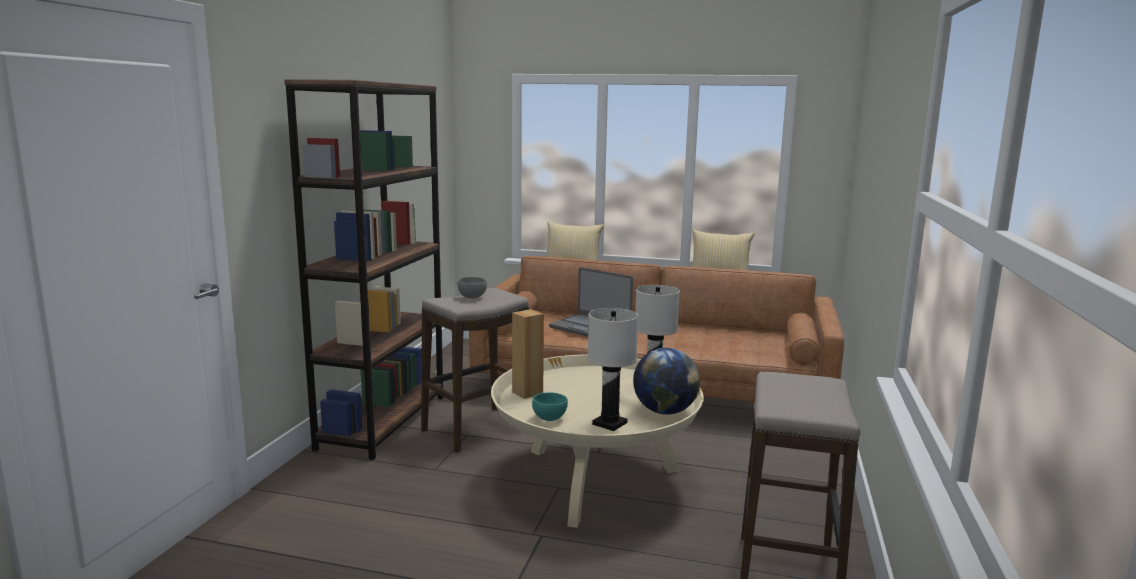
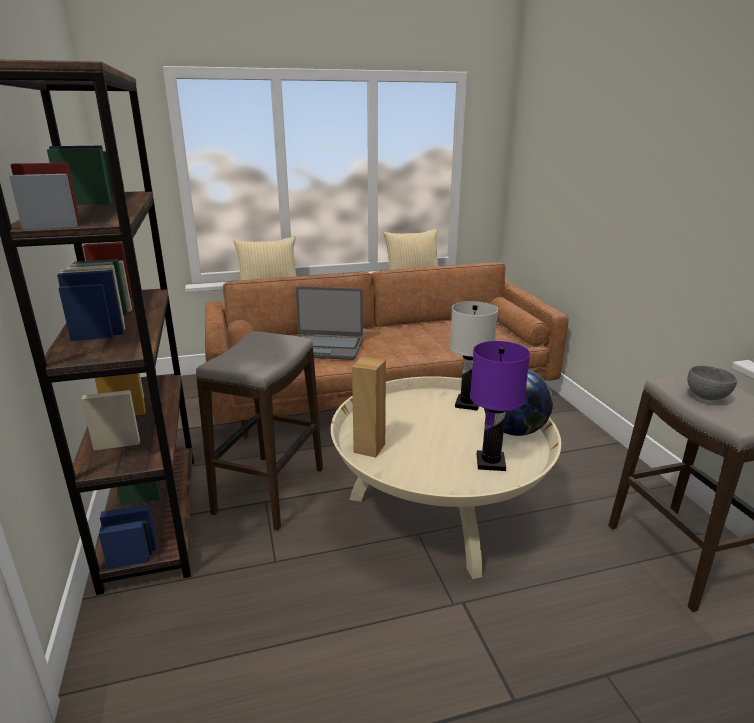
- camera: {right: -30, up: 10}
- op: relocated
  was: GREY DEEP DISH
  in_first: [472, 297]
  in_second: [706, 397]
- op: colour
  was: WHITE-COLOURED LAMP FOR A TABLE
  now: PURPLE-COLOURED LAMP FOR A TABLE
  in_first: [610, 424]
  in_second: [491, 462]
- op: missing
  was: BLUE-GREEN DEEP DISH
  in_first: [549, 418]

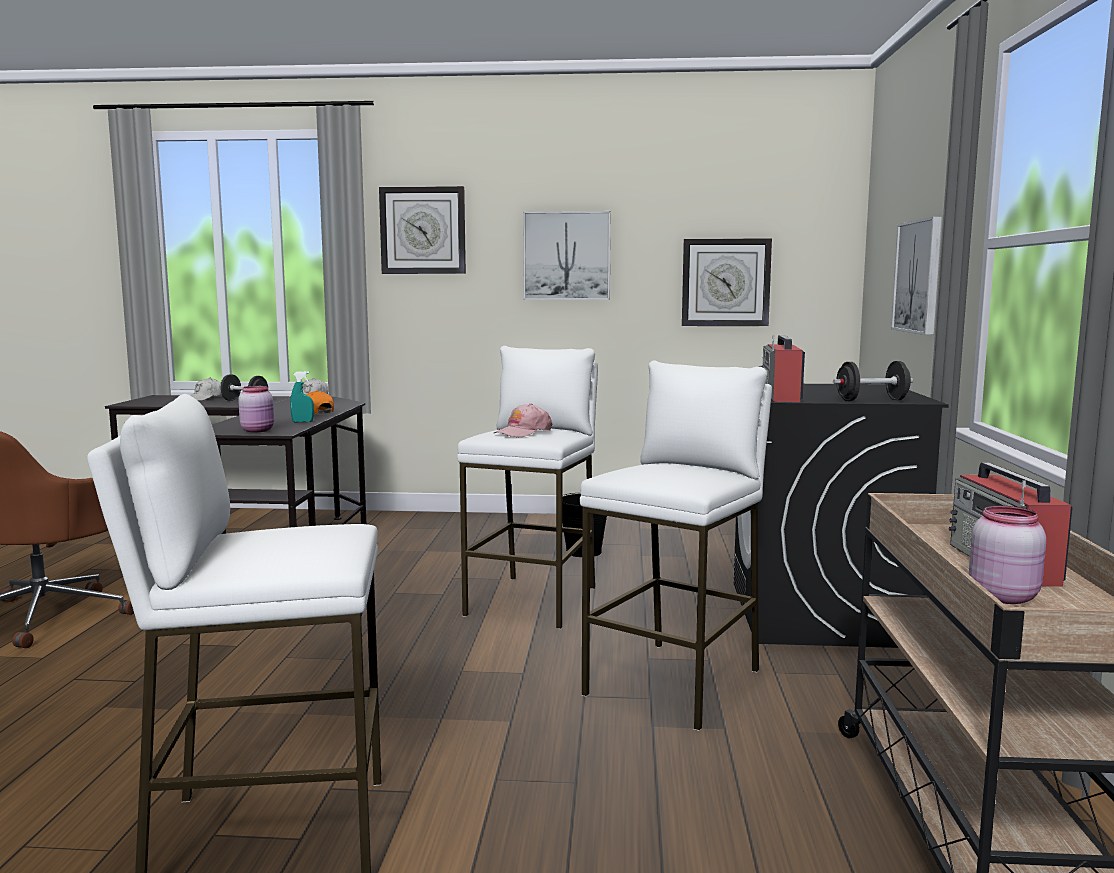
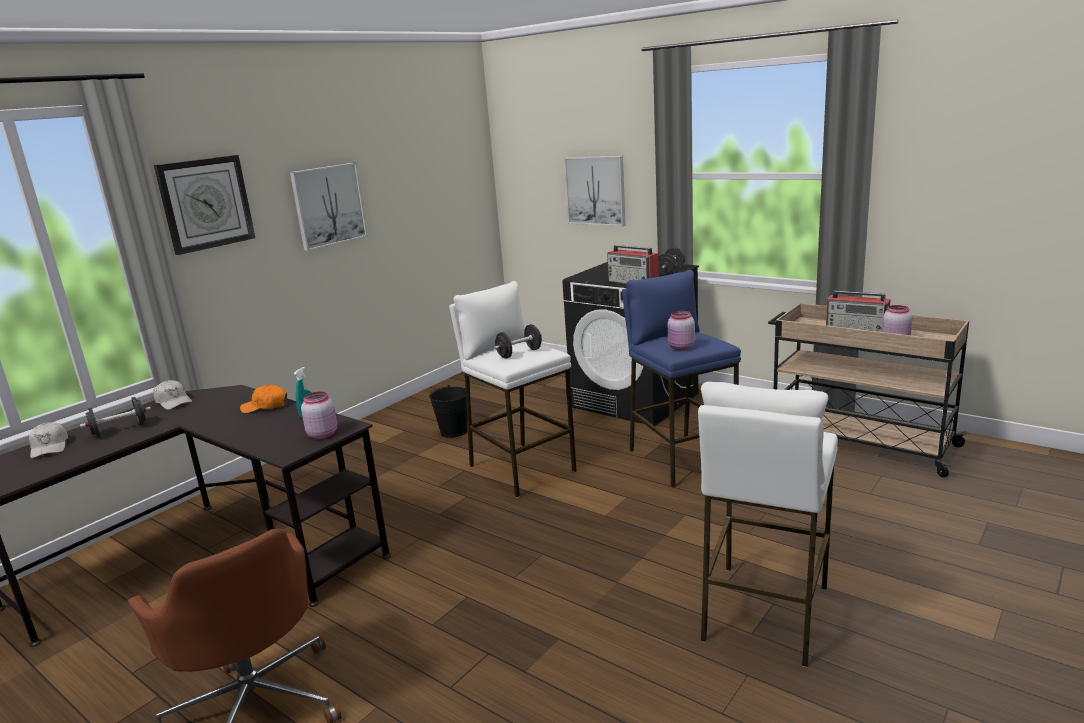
- camera: {right: -55, up: 10}
- op: missing
  was: WALL CLOCK
  in_first: [725, 282]
- op: colour
  was: WHITE-COLOURED SITTING STOOL
  now: BLUISH SITTING STOOL
  in_first: [676, 682]
  in_second: [681, 459]
- op: exchanged
  was: PINK-COLOURED BASEBALL CAP
  now: BLACKISH DUMBBELL
  in_first: [523, 432]
  in_second: [519, 353]
- op: appeared
  now: PINK-COLOURED PRESERVE JAR
  in_second: [681, 348]

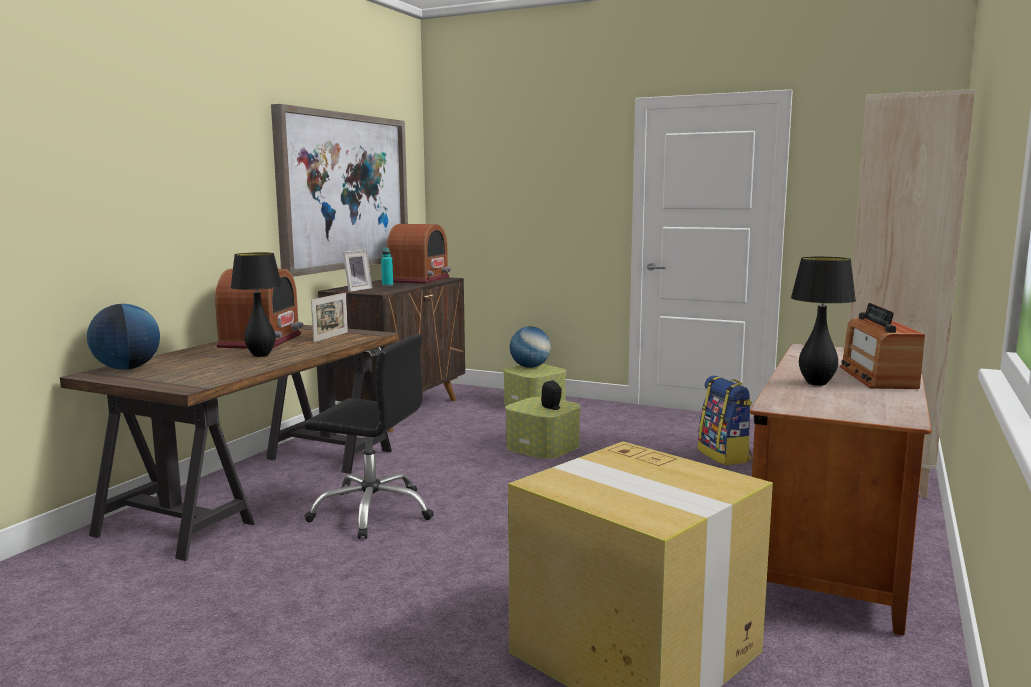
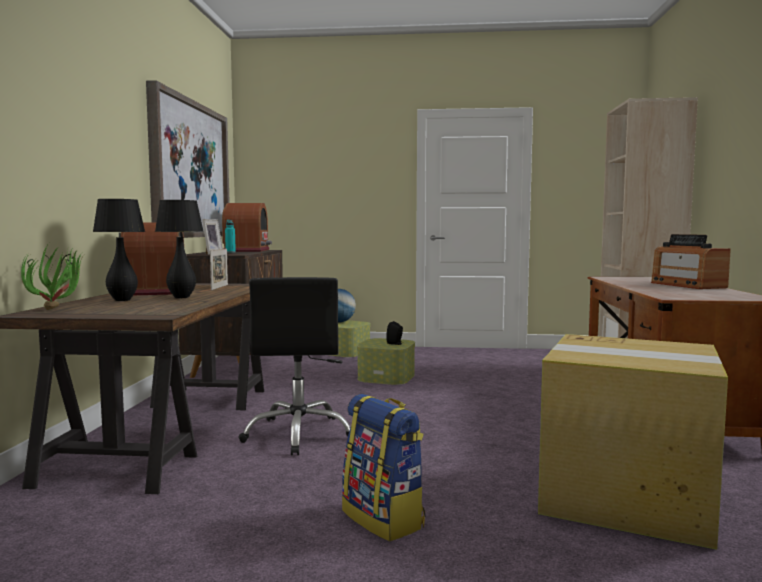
- camera: {right: -20, up: -5}
- op: relocated
  was: BLACKISH LAMP FOR A TABLE
  in_first: [816, 383]
  in_second: [122, 300]
- op: exchanged
  was: WORLD GLOBE
  now: PLANT IN A POT
  in_first: [127, 368]
  in_second: [59, 309]
- op: spun
  was: BLACKISH DESK CHAIR
  in_first: [372, 511]
  in_second: [299, 434]
  clockwise: 90
- op: relocated
  was: BACKPACK
  in_first: [724, 456]
  in_second: [384, 519]

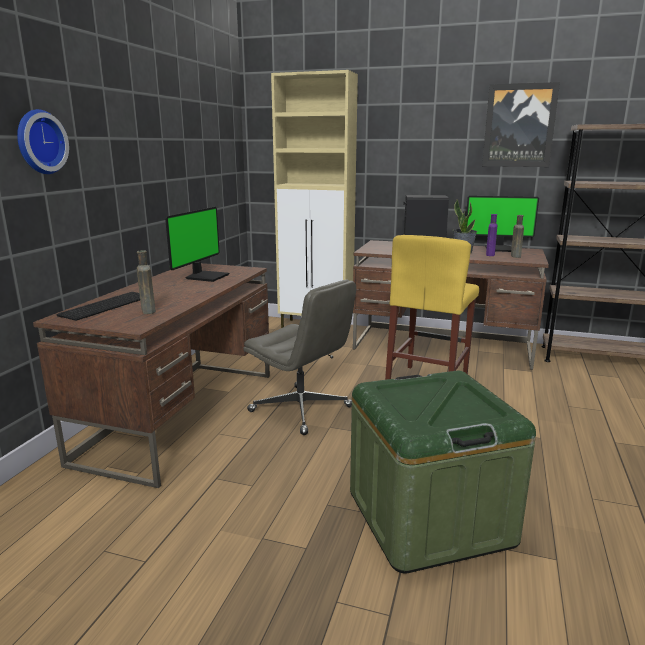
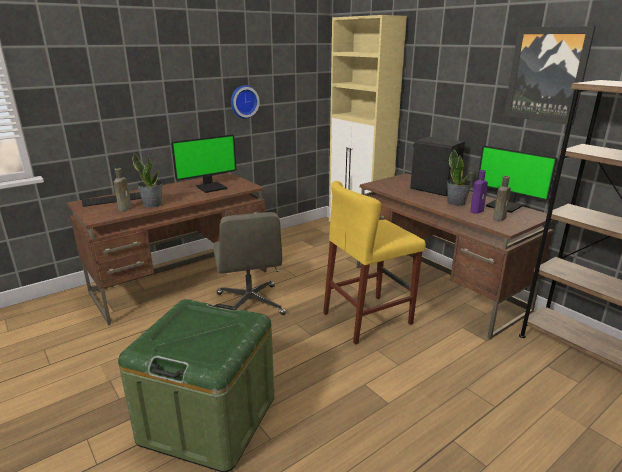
- camera: {right: 35, up: 5}
- op: relocated
  was: WALL CLOCK
  in_first: [39, 142]
  in_second: [243, 101]
- op: appeared
  now: PLANT IN A POT
  in_second: [153, 204]

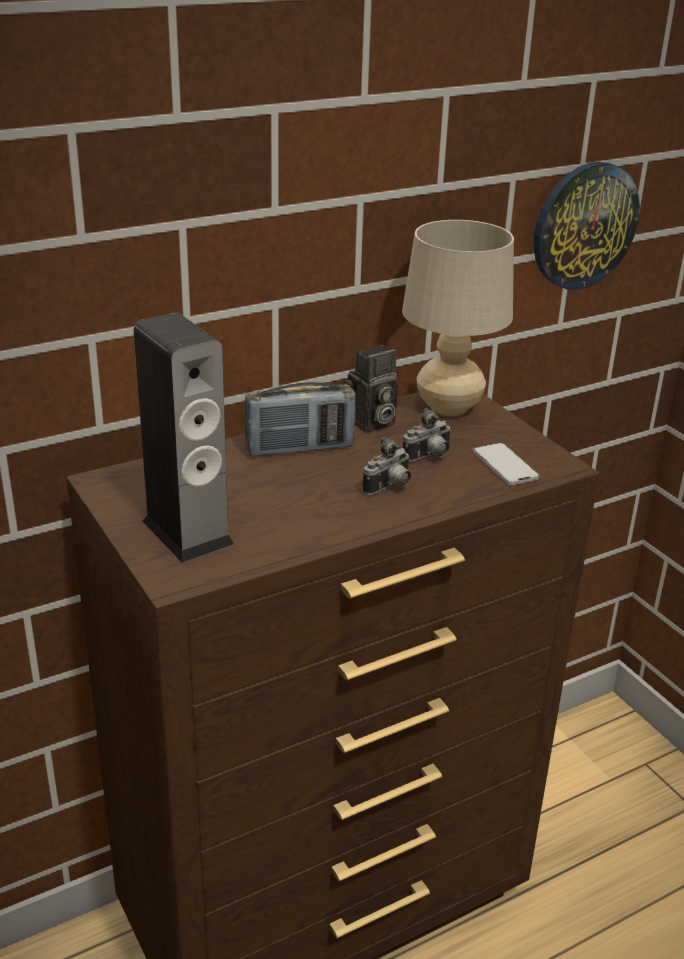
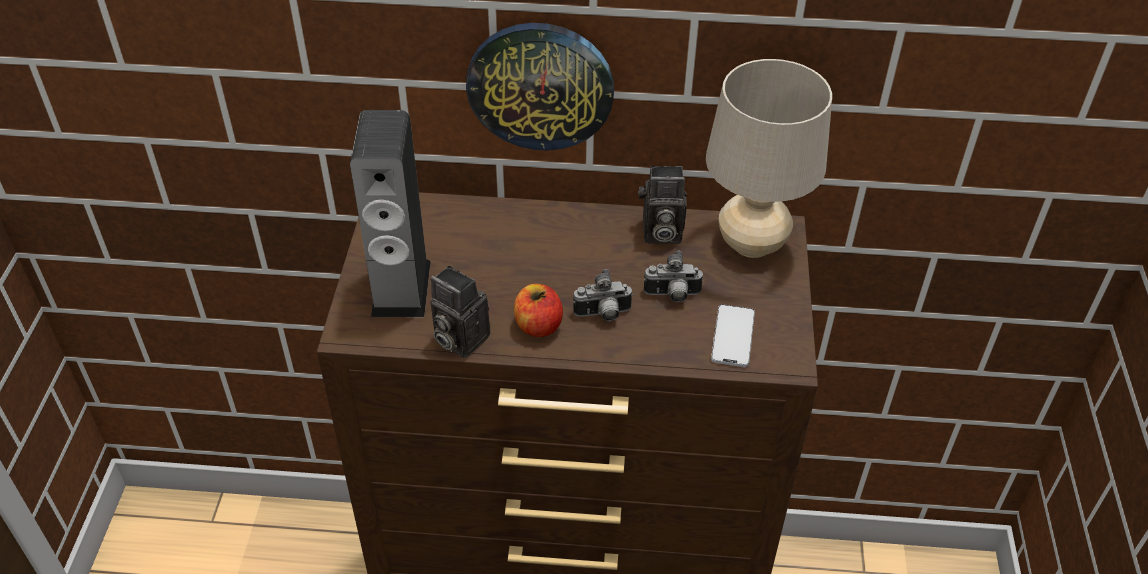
- camera: {right: 35, up: 15}
- op: relocated
  was: WALL CLOCK
  in_first: [584, 225]
  in_second: [540, 85]
- op: missing
  was: RADIO RECEIVER
  in_first: [299, 448]
- op: appeared
  now: PHOTO CAMERA
  in_second: [458, 338]
- op: appeared
  now: WHOLE APPLE
  in_second: [538, 325]

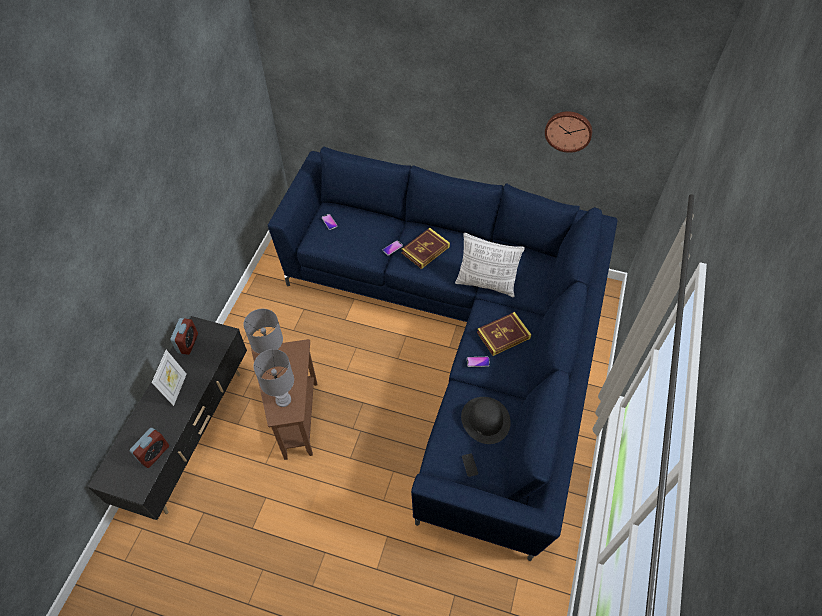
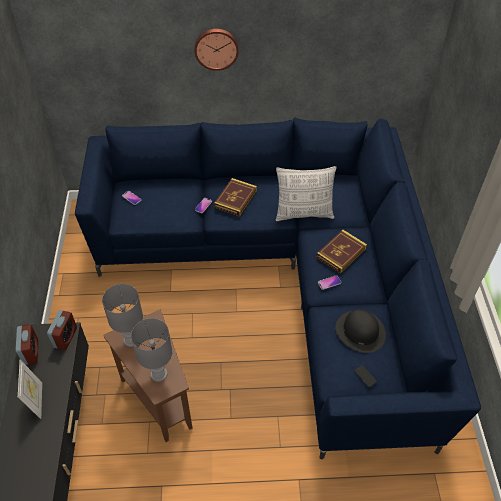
- camera: {right: -20, up: -5}
- op: relocated
  was: WALL CLOCK
  in_first: [568, 130]
  in_second: [216, 48]
- op: relocated
  was: BEDSIDE CLOCK
  in_first: [154, 453]
  in_second: [65, 337]

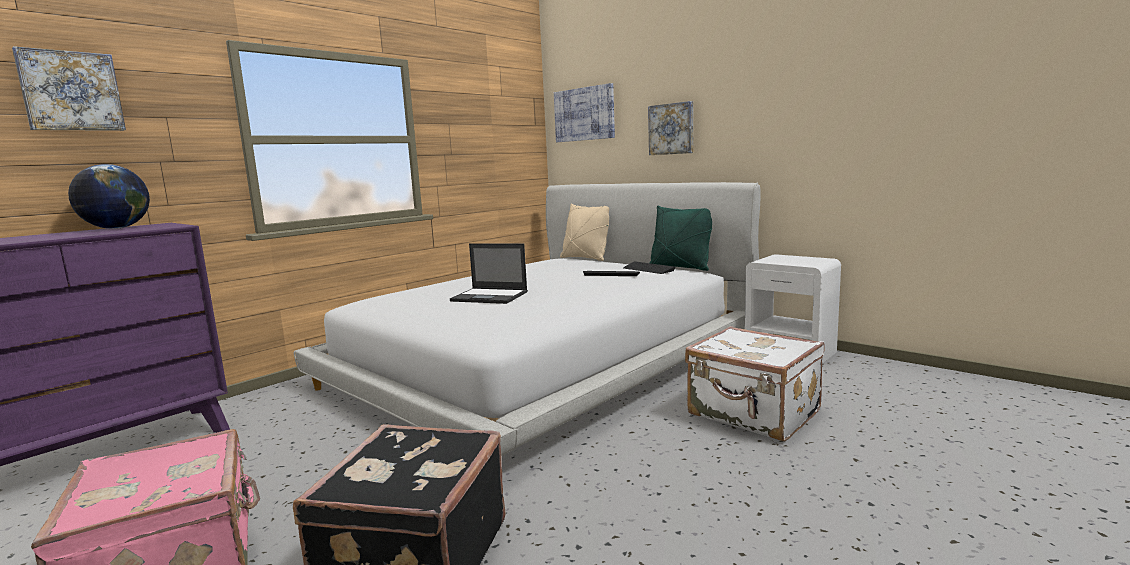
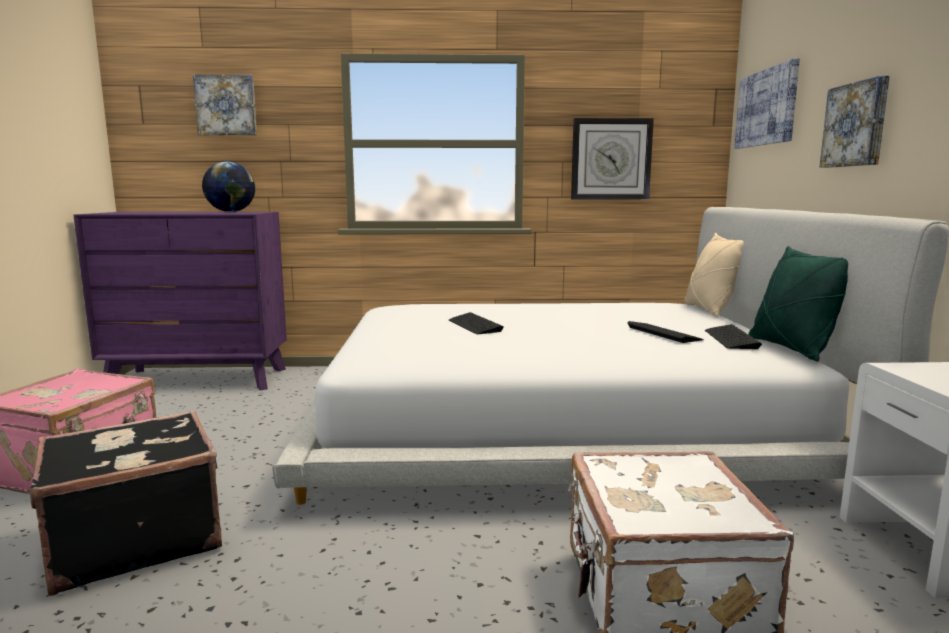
- camera: {right: 45, up: 0}
- op: exchanged
  was: LAPTOP
  now: KEYBOARD
  in_first: [490, 296]
  in_second: [474, 325]
- op: appeared
  now: WALL CLOCK
  in_second: [611, 159]

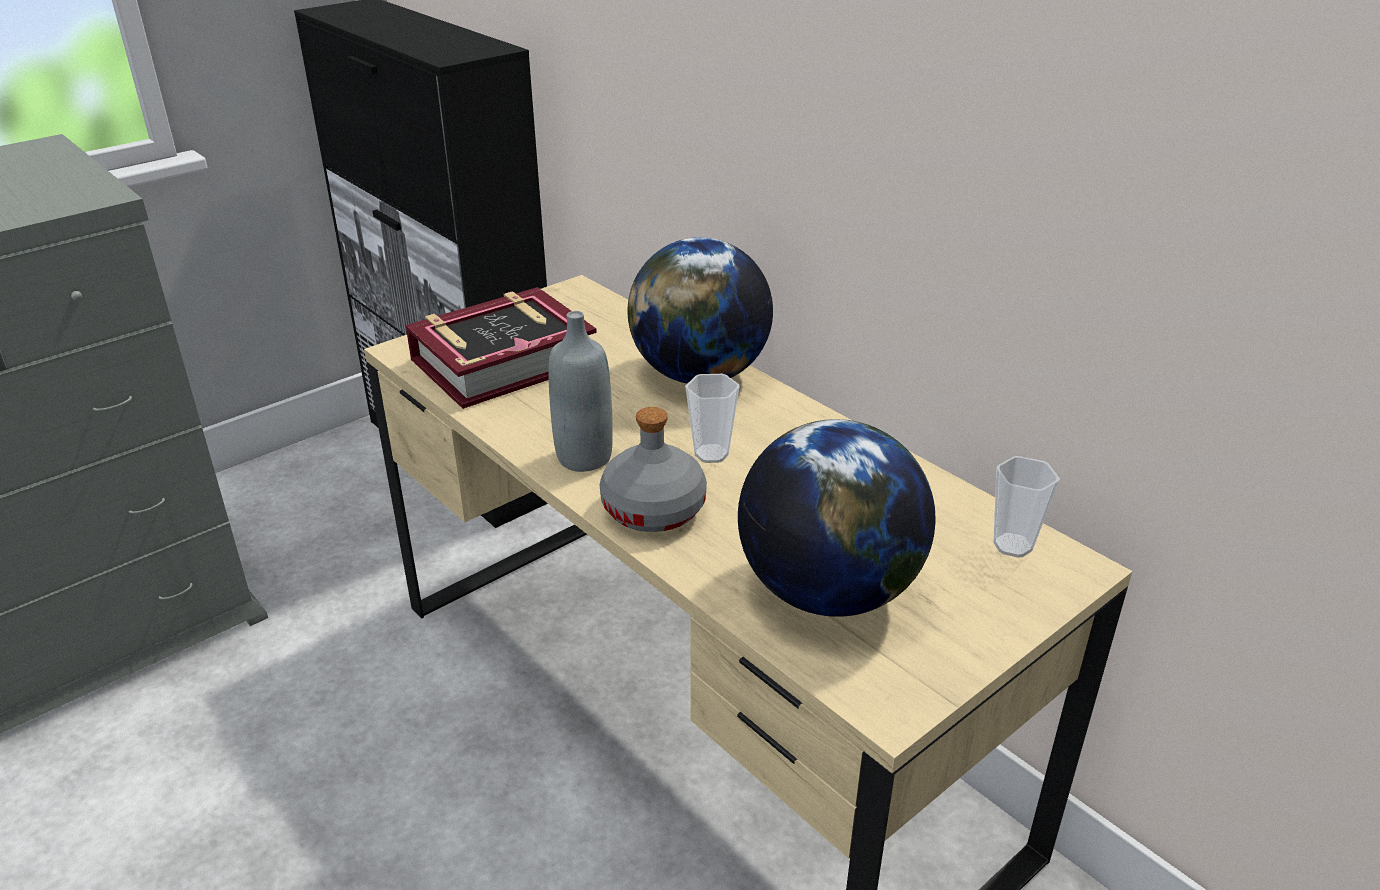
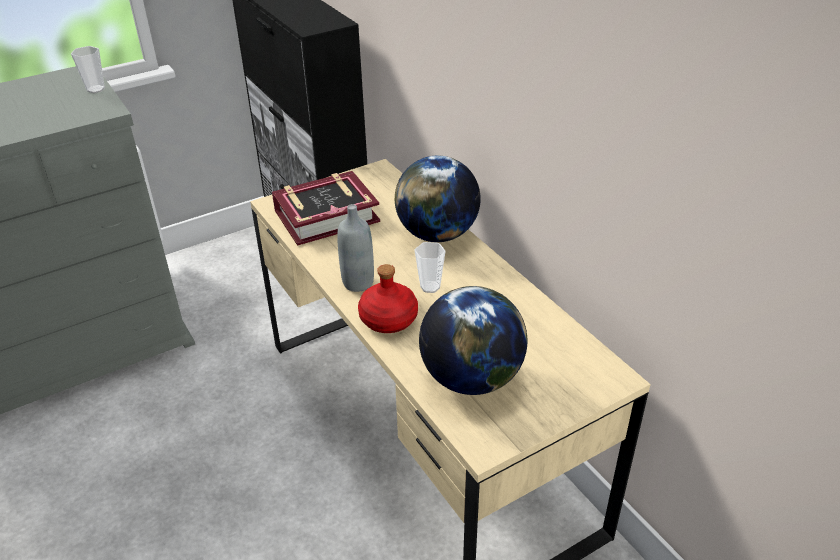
- camera: {right: 10, up: 5}
- op: colour
  was: GREY DRINK BOTTLE
  now: RED DRINK BOTTLE
  in_first: [654, 509]
  in_second: [389, 319]
- op: relocated
  was: DRINKING CUP
  in_first: [1012, 545]
  in_second: [95, 89]

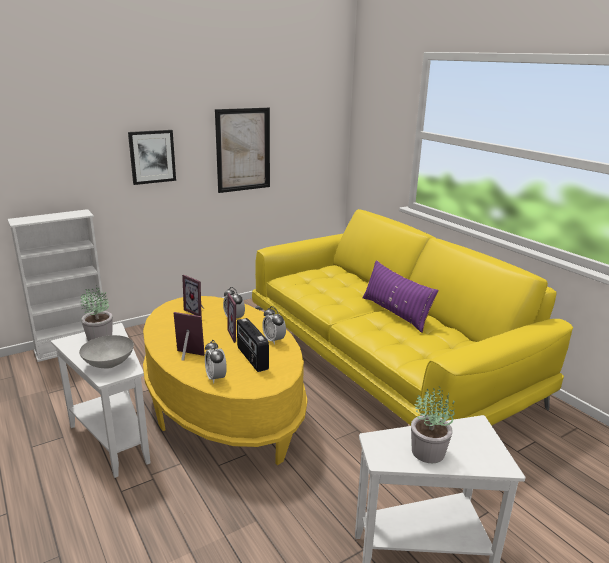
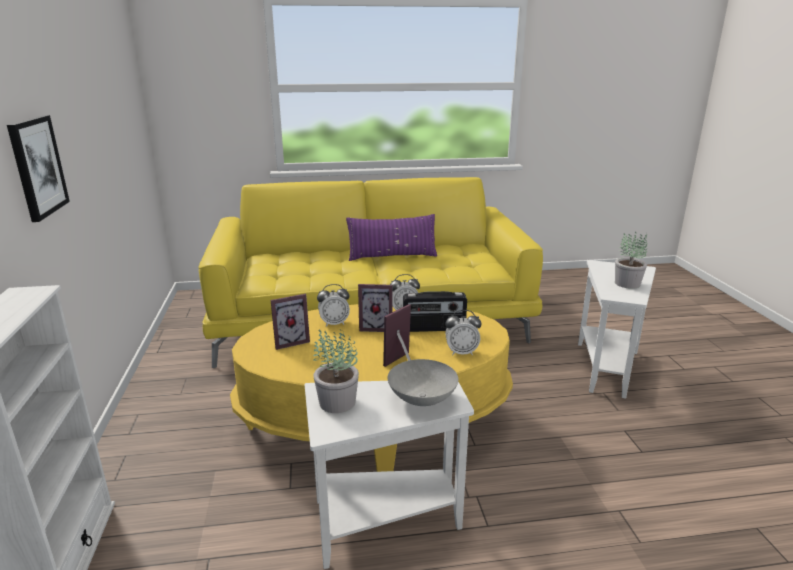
- camera: {right: -65, up: 0}
- op: missing
  was: WALL ART
  in_first: [243, 150]

